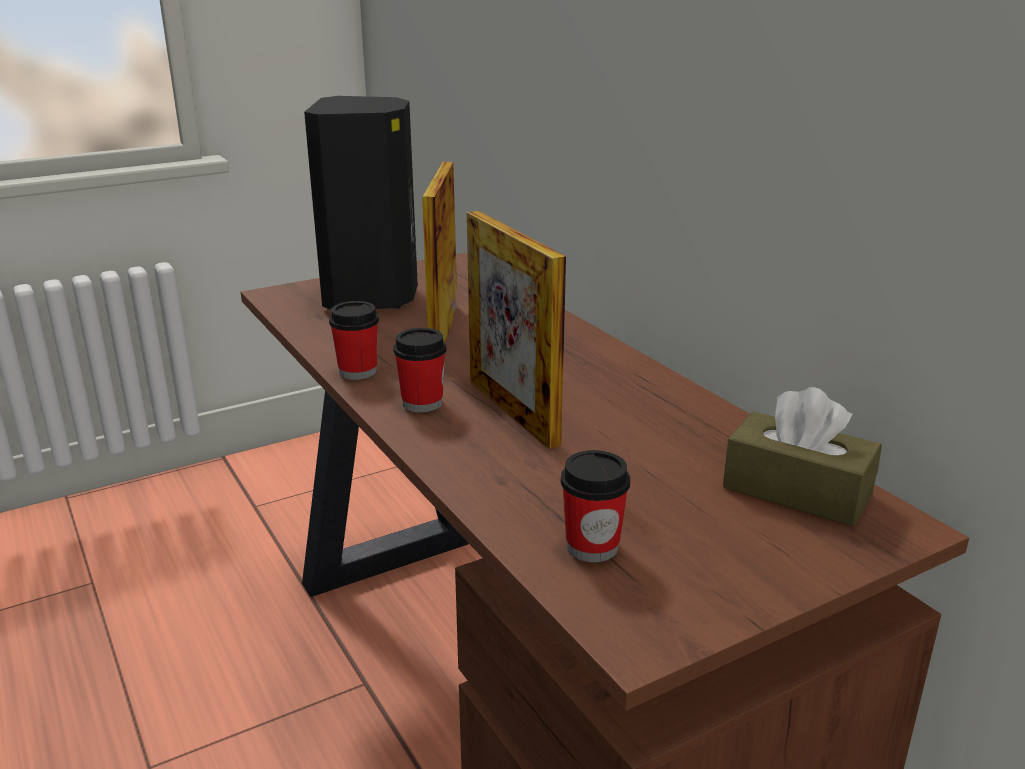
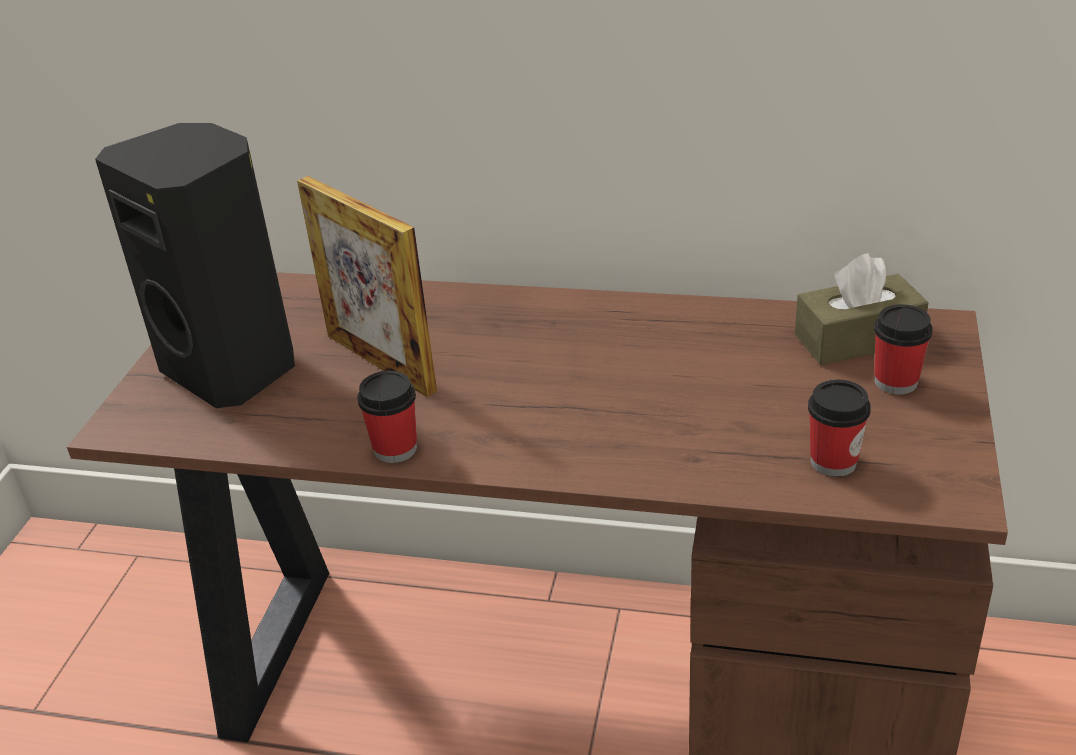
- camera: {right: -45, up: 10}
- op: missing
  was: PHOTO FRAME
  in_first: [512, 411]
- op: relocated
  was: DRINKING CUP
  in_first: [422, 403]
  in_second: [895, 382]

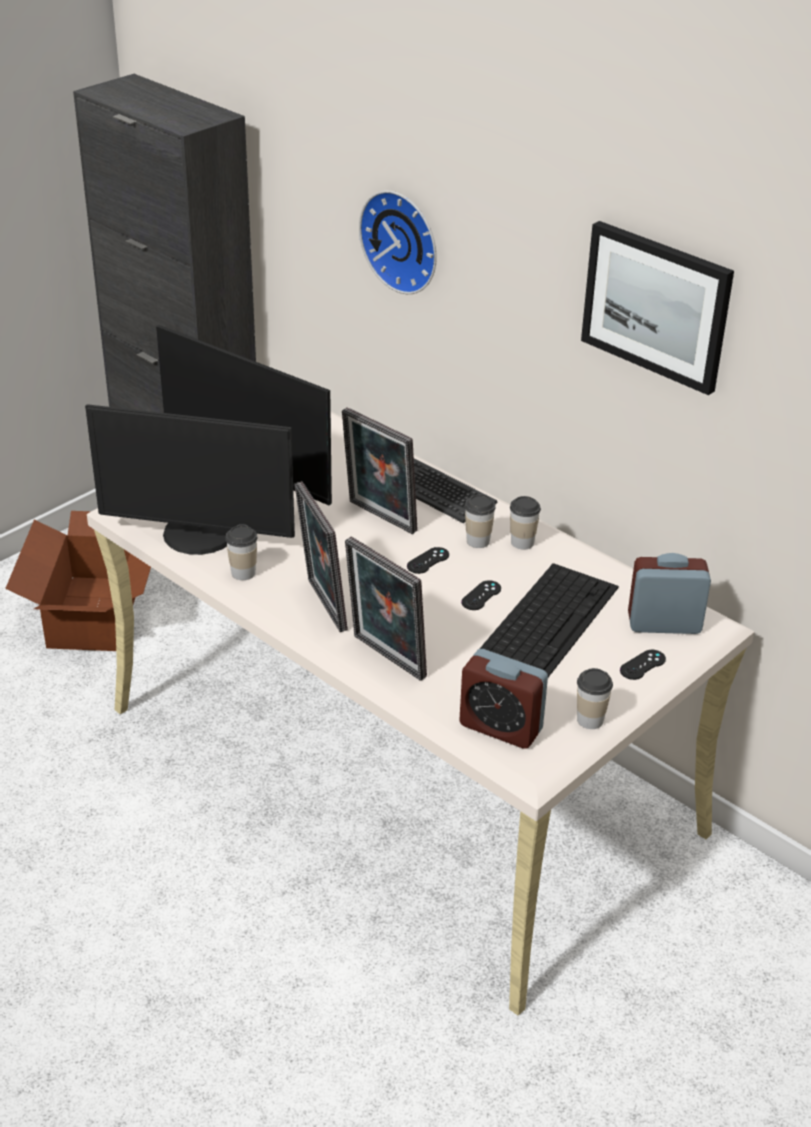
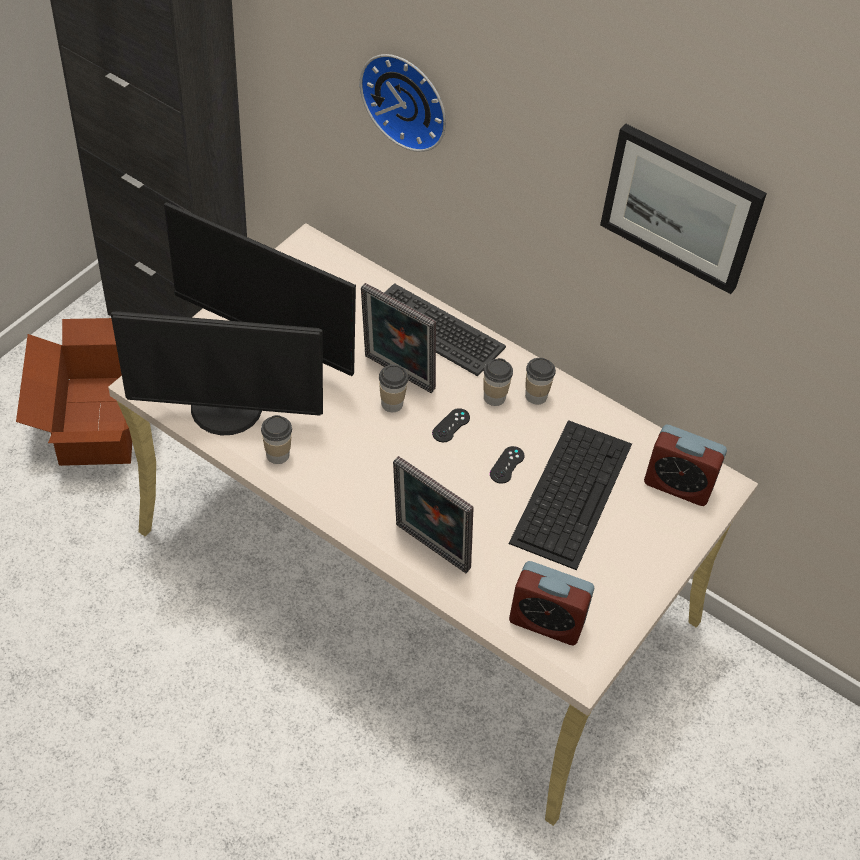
- camera: {right: -10, up: 15}
- op: missing
  was: PHOTO FRAME
  in_first: [321, 606]
- op: spun
  was: BEDSIDE CLOCK
  in_first: [664, 623]
  in_second: [678, 485]
  clockwise: -150
- op: missing
  was: BLACKISH GAMEPAD
  in_first: [642, 665]
- op: relocated
  was: DRINKING CUP
  in_first: [590, 720]
  in_second: [392, 403]

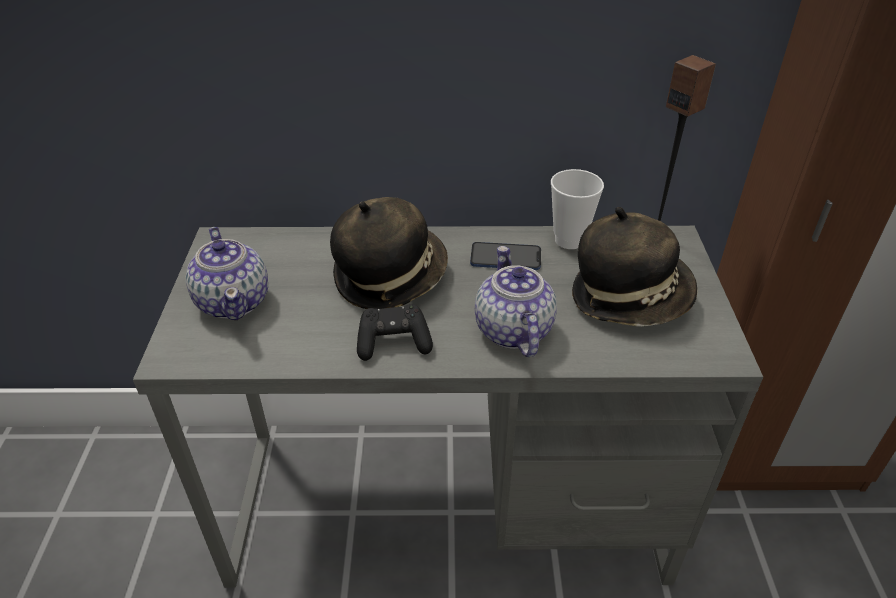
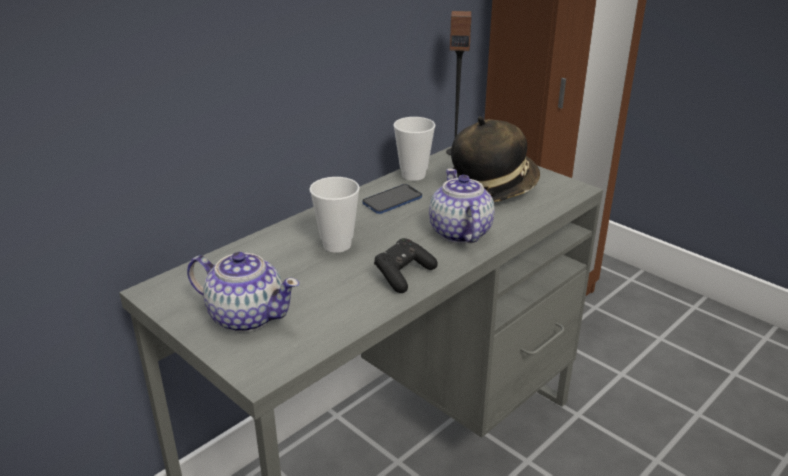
- camera: {right: -45, up: -10}
- op: exchanged
  was: WEARABLE HAT
  now: DRINKING CUP
  in_first: [390, 277]
  in_second: [337, 245]
- op: spun
  was: TEA POT
  in_first: [512, 330]
  in_second: [459, 232]
  clockwise: 45

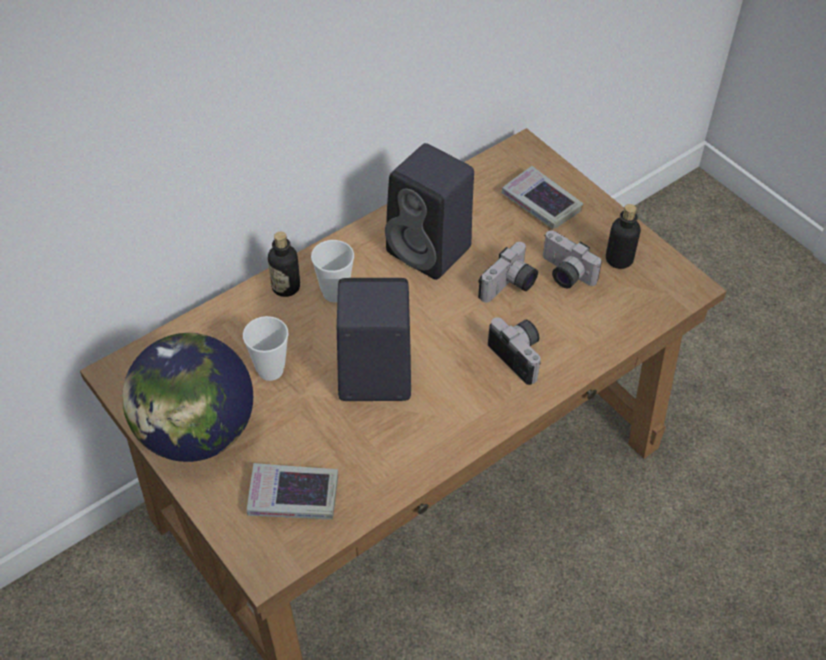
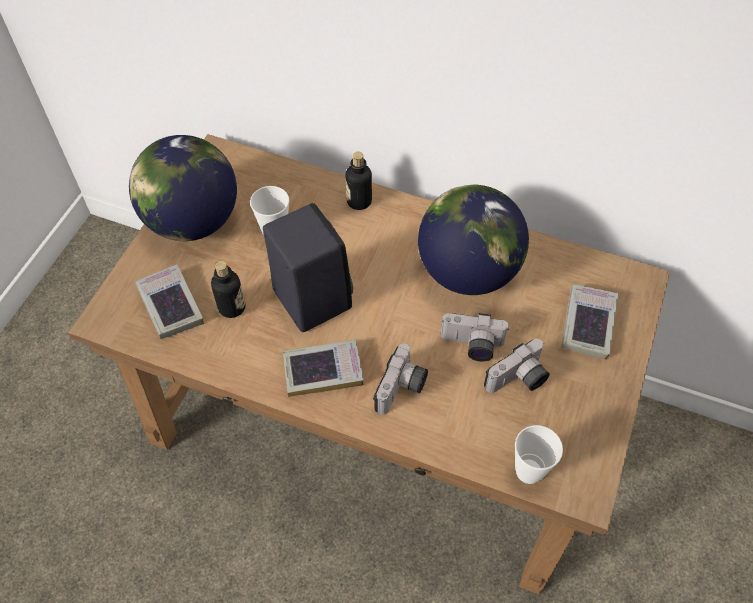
- camera: {right: 60, up: 5}
- op: exchanged
  was: BLACKISH SPEAKER
  now: WORLD GLOBE
  in_first: [431, 250]
  in_second: [467, 272]
- op: relocated
  was: DRINK BOTTLE
  in_first: [619, 259]
  in_second: [232, 307]
- op: spun
  was: PHOTO CAMERA
  in_first: [564, 274]
  in_second: [518, 380]
  clockwise: -135
- op: relocated
  was: DRINKING CUP
  in_first: [335, 293]
  in_second: [529, 471]
- op: appeared
  now: VOLUME
  in_second: [323, 371]

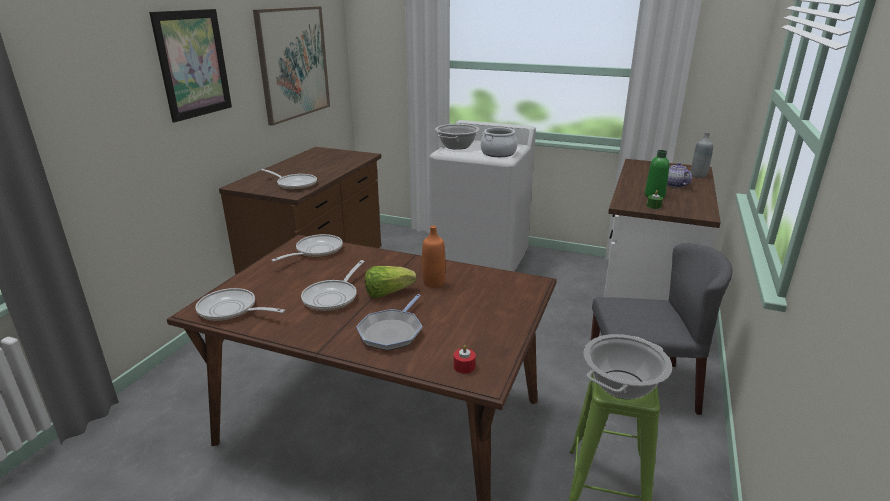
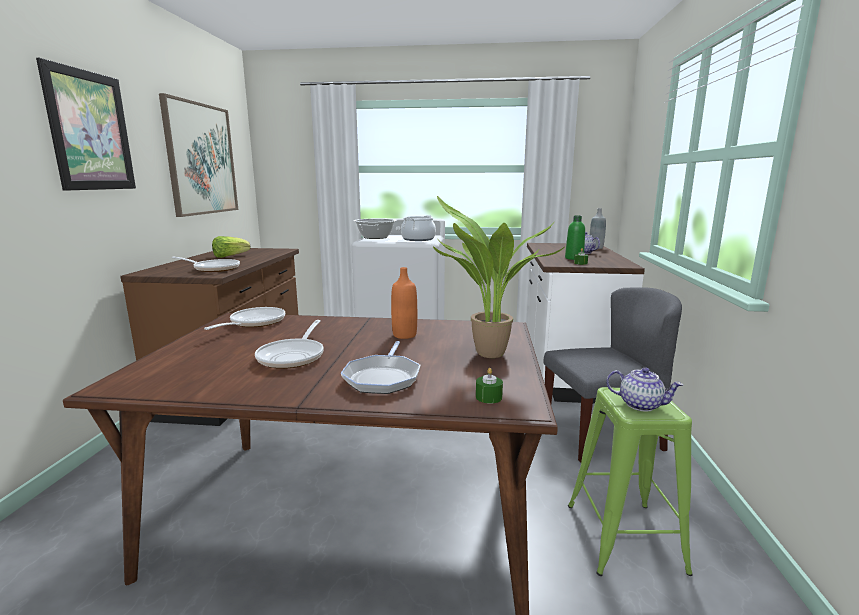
- camera: {right: -15, up: -10}
- op: relocated
  was: HEAD OF LETTUCE
  in_first: [388, 293]
  in_second: [230, 256]
- op: missing
  was: FRYING PAN
  in_first: [231, 310]
- op: exchanged
  was: SAUCEPOT
  now: TEA POT
  in_first: [622, 384]
  in_second: [641, 405]
- op: colour
  was: RED CANDLE
  now: GREEN-COLOURED CANDLE
  in_first: [464, 366]
  in_second: [488, 397]
- op: appeared
  now: PLANT IN A POT
  in_second: [487, 355]

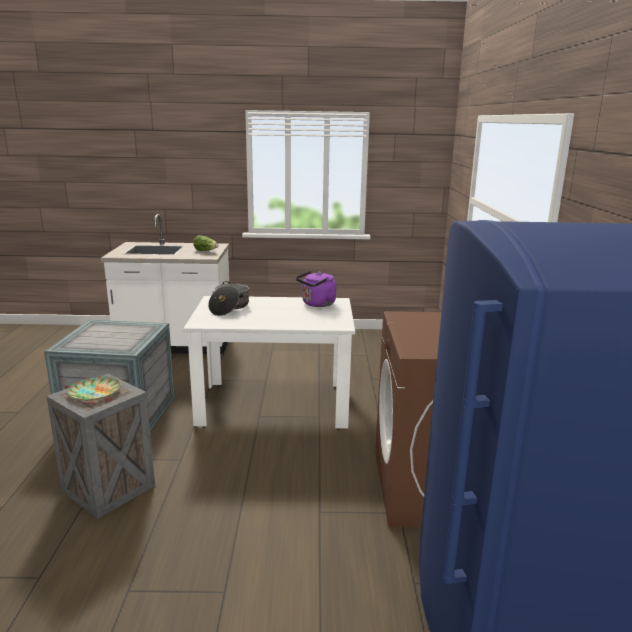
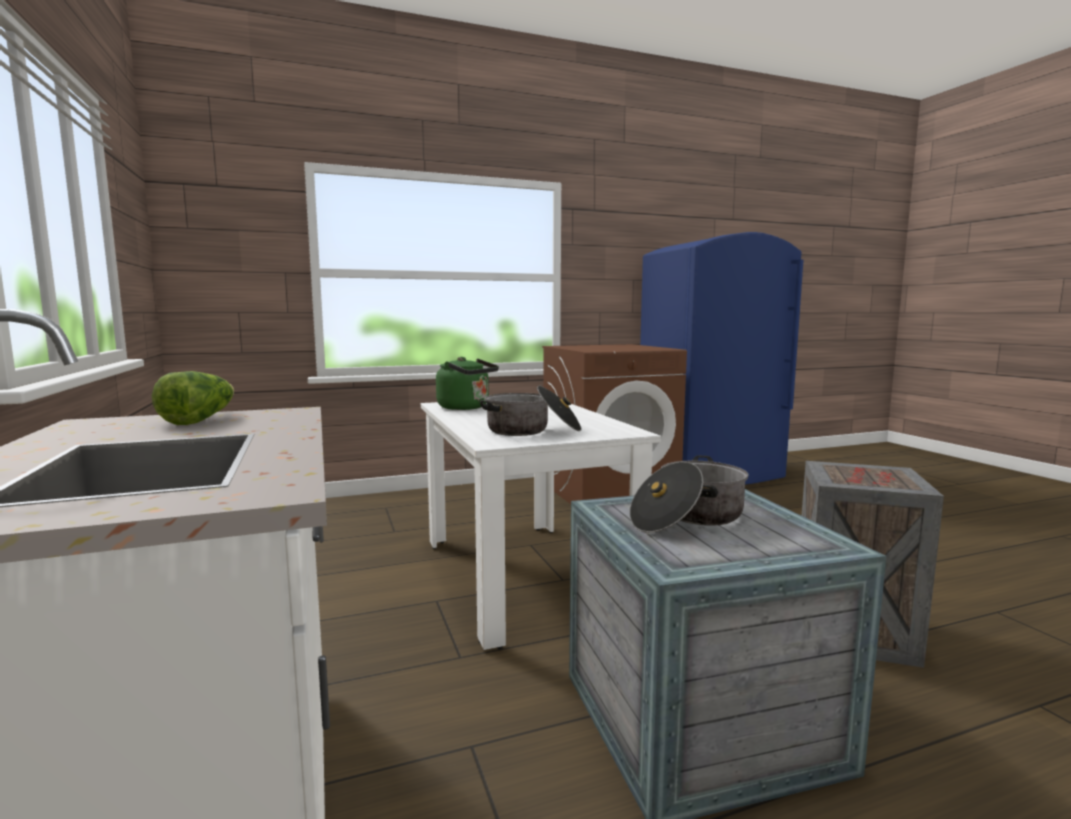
- camera: {right: -110, up: -10}
- op: colour
  was: PURPLE-COLOURED KETTLE
  now: GREEN-COLOURED KETTLE
  in_first: [317, 304]
  in_second: [466, 408]
- op: missing
  was: PLATE
  in_first: [94, 392]
- op: appeared
  now: SAUCEPOT
  in_second: [688, 518]

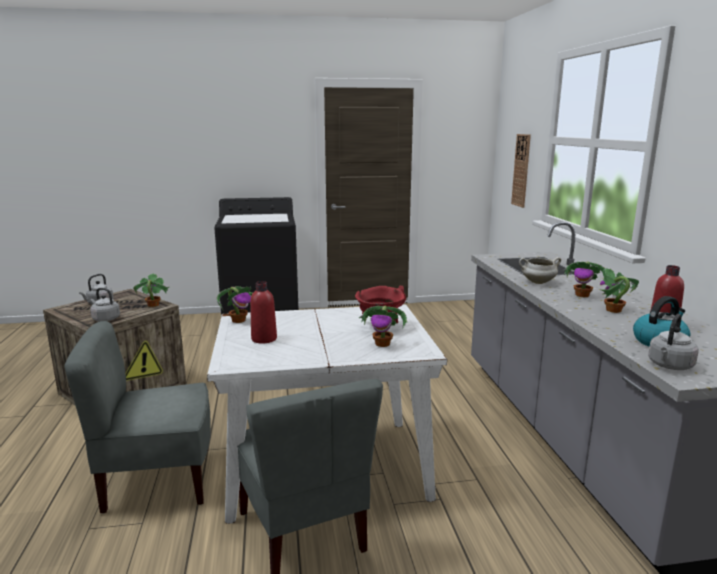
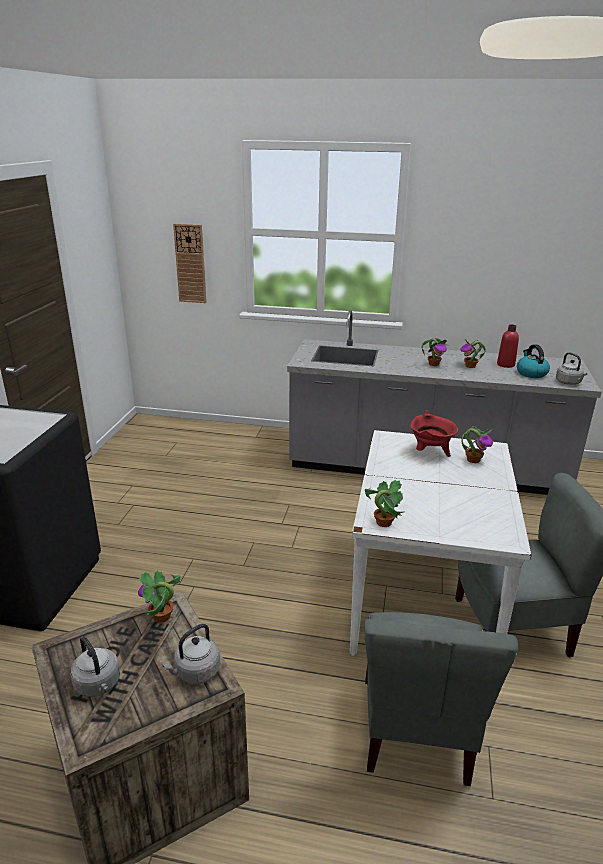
- camera: {right: -70, up: 10}
- op: missing
  was: WHITE-COLOURED SAUCEPOT
  in_first: [537, 282]
- op: missing
  was: RED DRINK BOTTLE
  in_first: [264, 339]

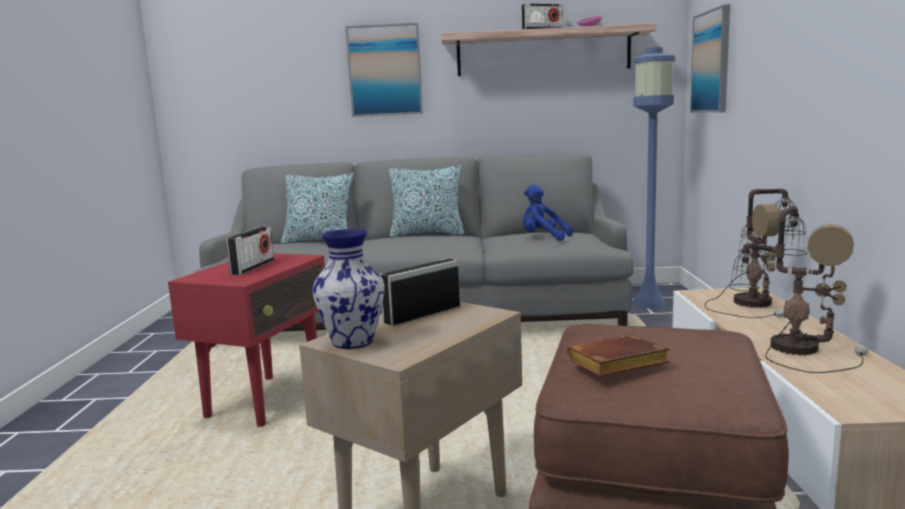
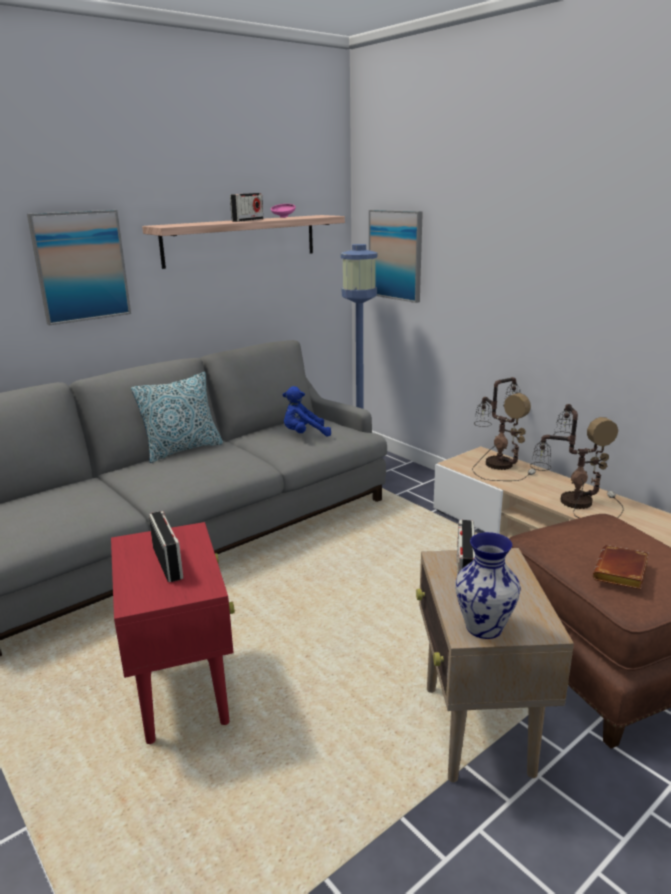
- camera: {right: -40, up: 10}
- op: missing
  was: PILLOW
  in_first: [319, 241]

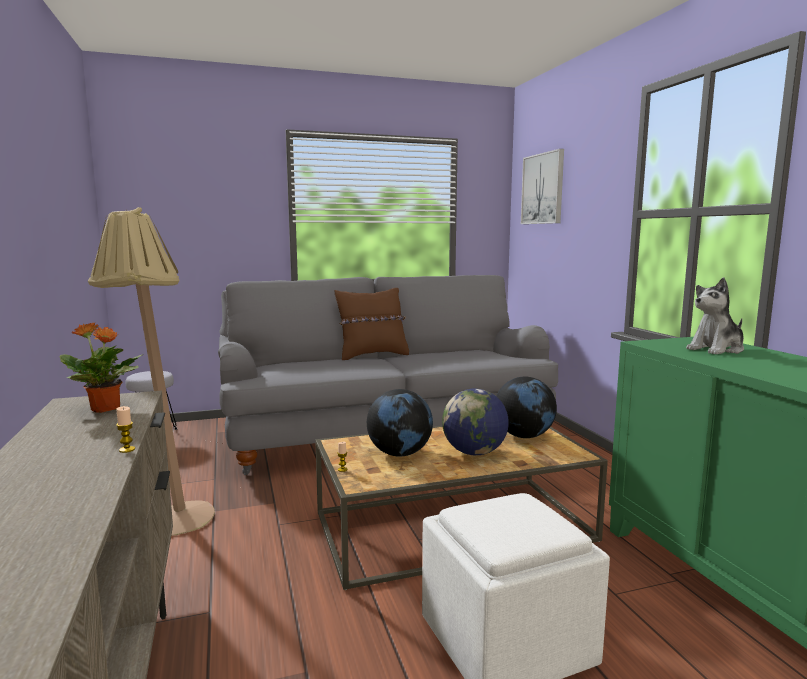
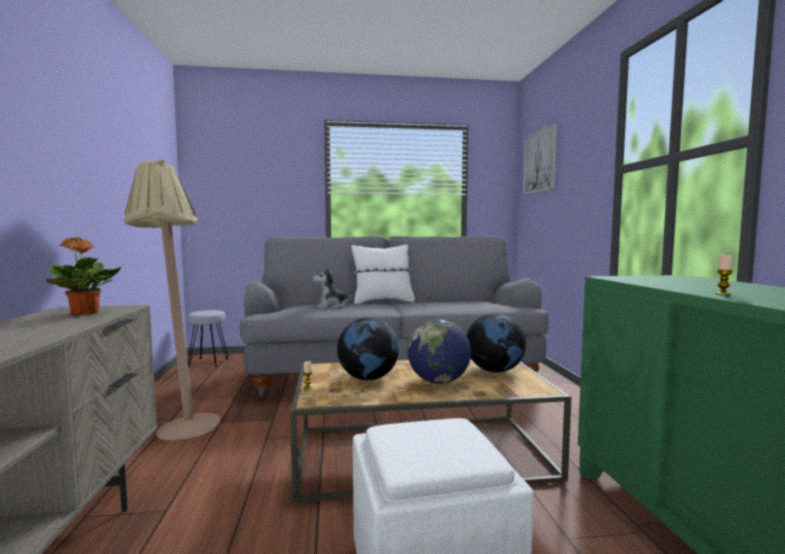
- camera: {right: 10, up: -5}
- op: relocated
  was: PLUSH TOY
  in_first: [716, 349]
  in_second: [331, 306]
- op: colour
  was: BROWN PILLOW
  now: WHITE-COLOURED PILLOW
  in_first: [372, 355]
  in_second: [383, 302]
- op: relocated
  was: CANDLE
  in_first: [127, 450]
  in_second: [723, 294]

